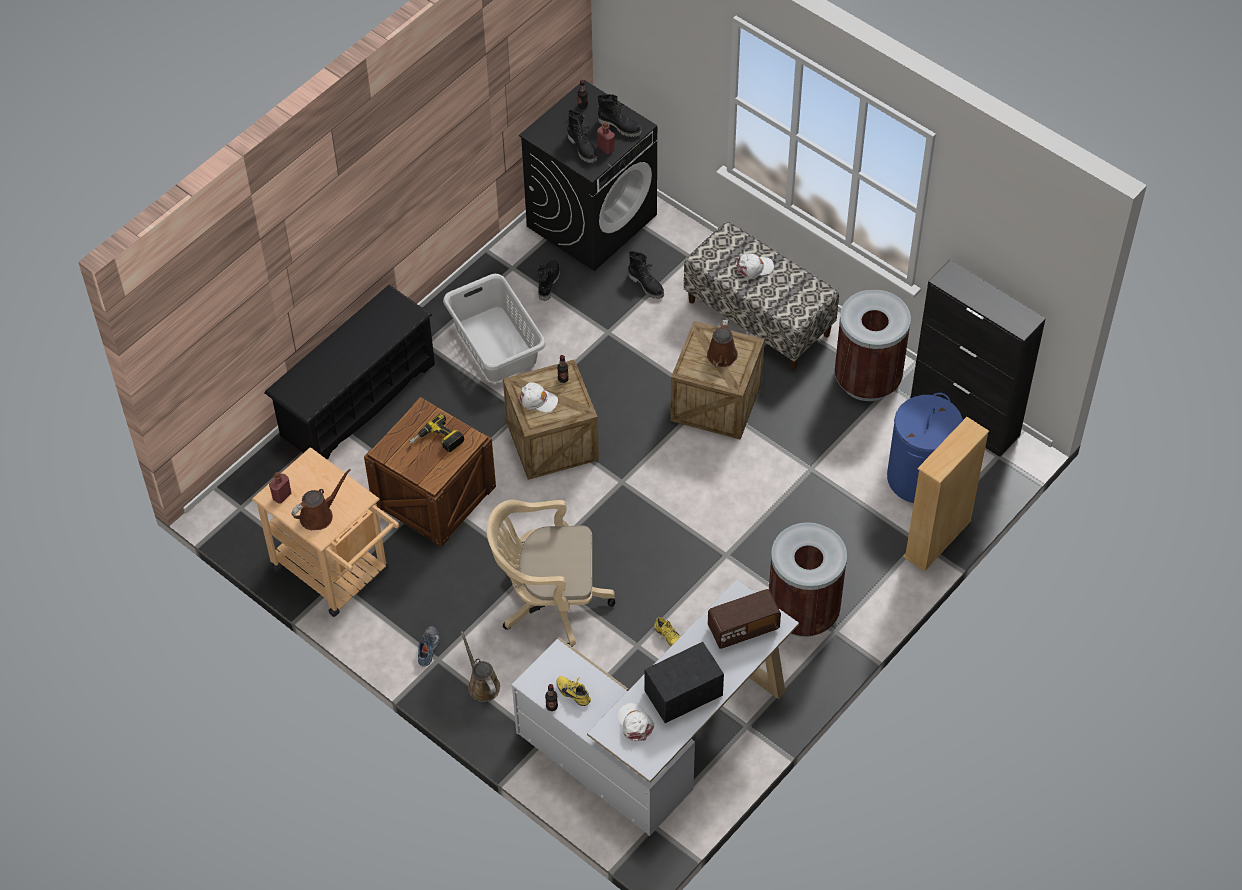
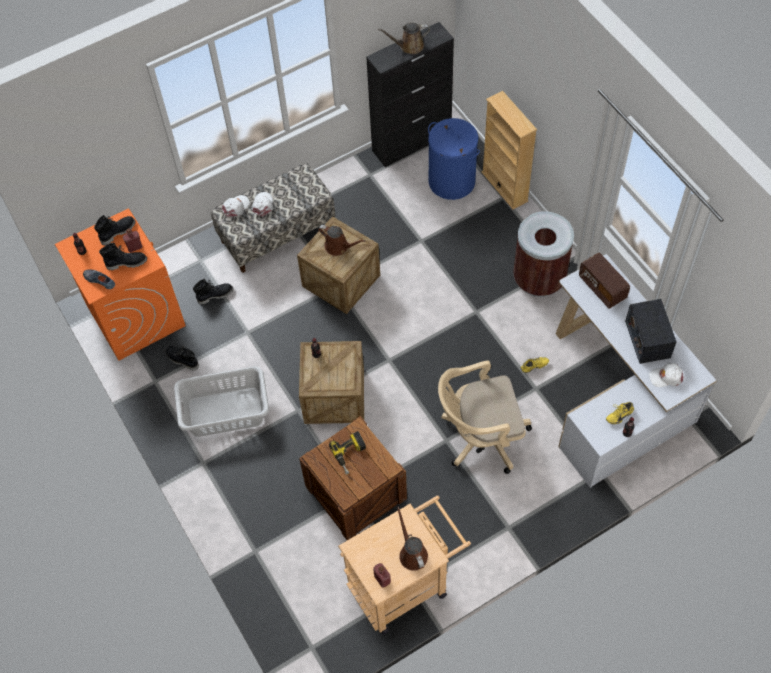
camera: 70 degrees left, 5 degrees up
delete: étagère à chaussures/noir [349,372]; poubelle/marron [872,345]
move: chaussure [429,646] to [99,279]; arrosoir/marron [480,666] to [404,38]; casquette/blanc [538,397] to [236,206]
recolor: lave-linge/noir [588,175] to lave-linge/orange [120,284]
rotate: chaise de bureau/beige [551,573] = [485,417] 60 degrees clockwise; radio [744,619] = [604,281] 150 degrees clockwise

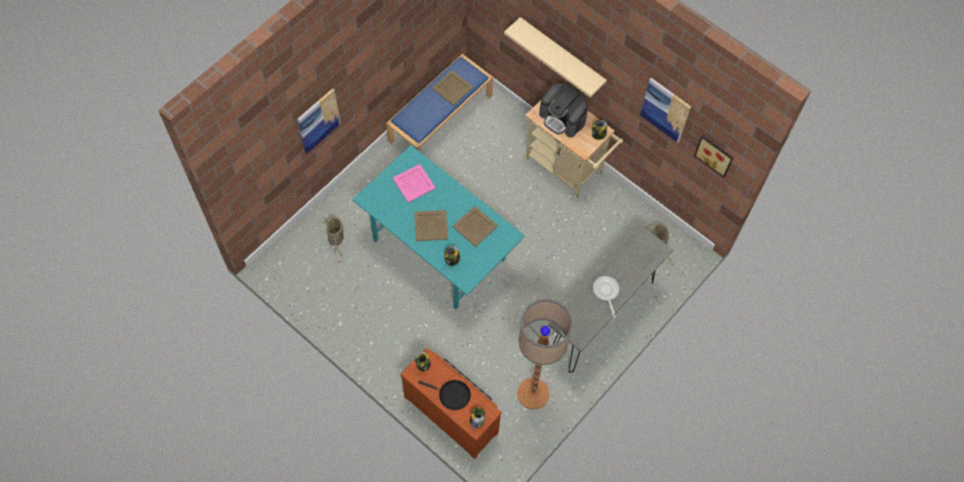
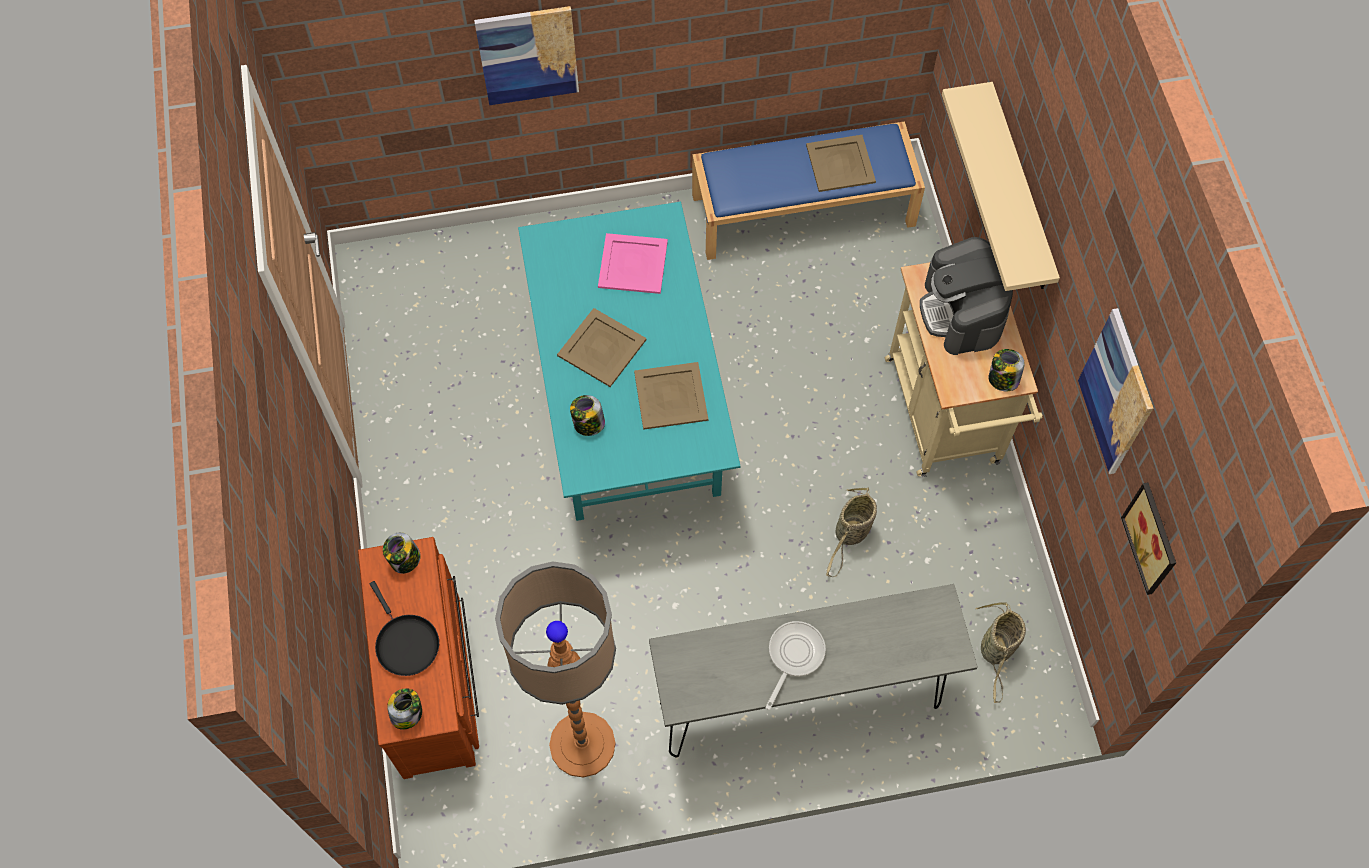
camera: 40 degrees right, 0 degrees up
move: panier [333,238] to [851,532]

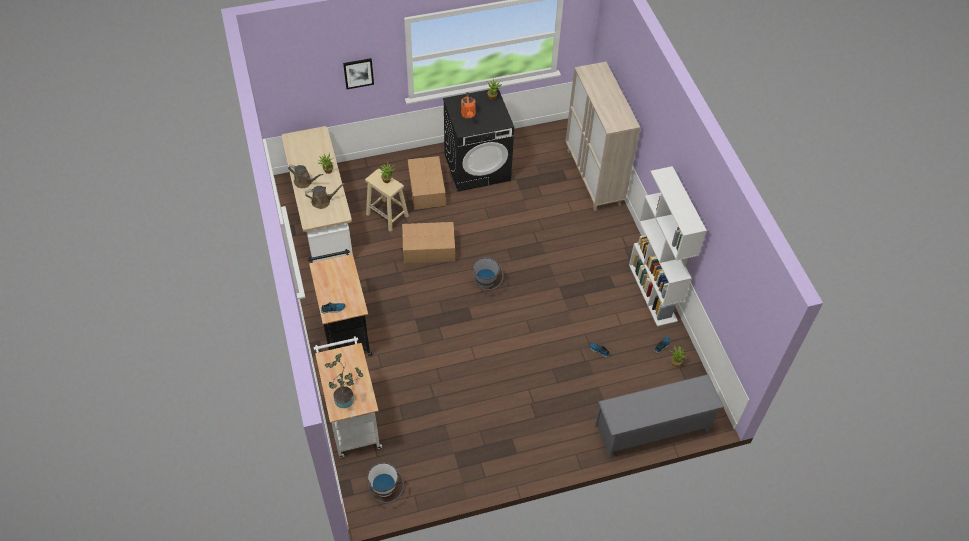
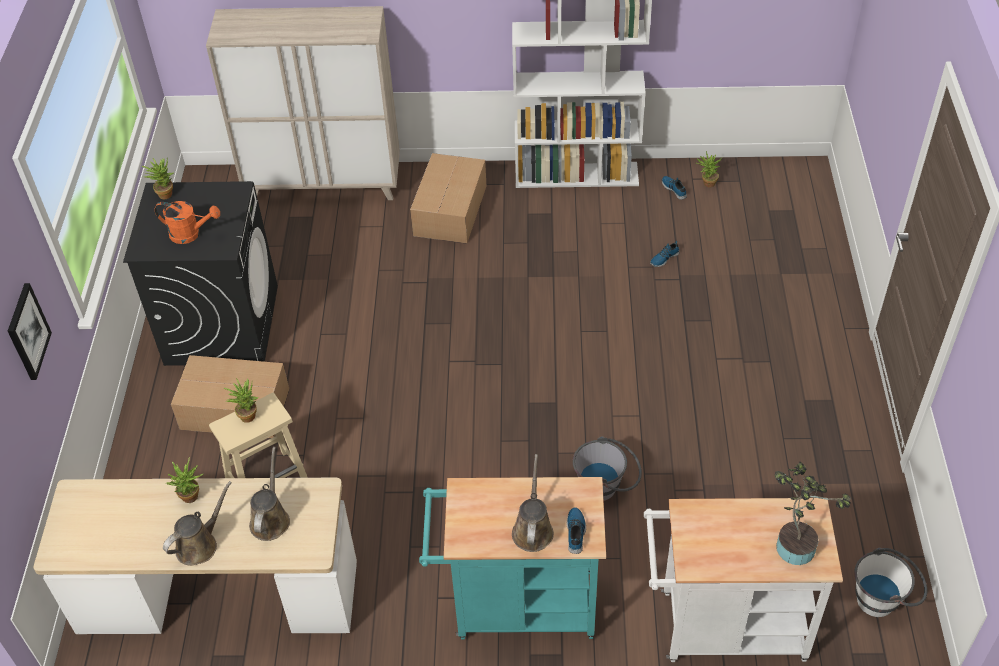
camera: 70 degrees left, 5 degrees down
delete: étagère à chaussures/gris [659,416]
insert: arrosoir/marron [533,503]
move: carton [428,243] to [448,198]; seau/gris [488,273] to [607,468]
recolor: chariot/noir [340,302] to chariot/turquoise [512,558]

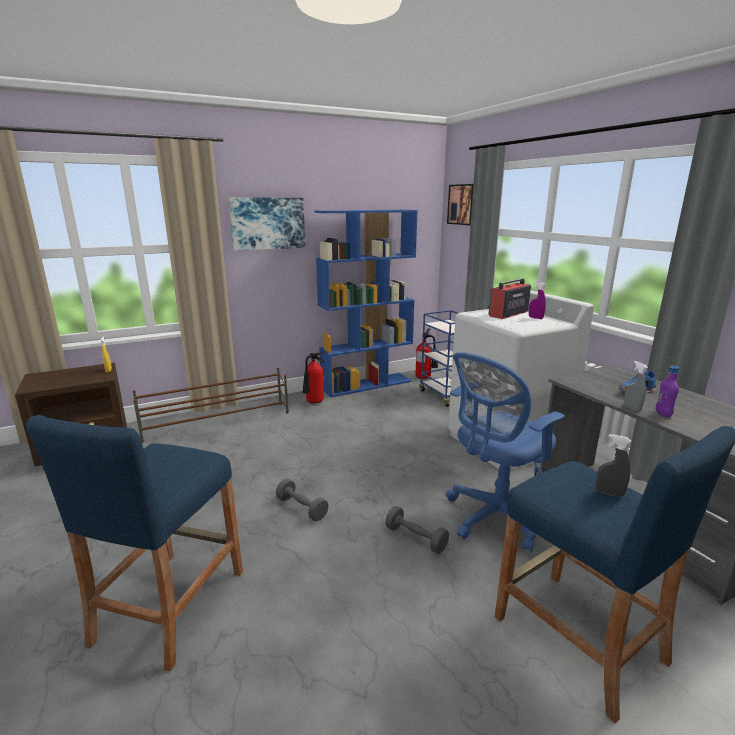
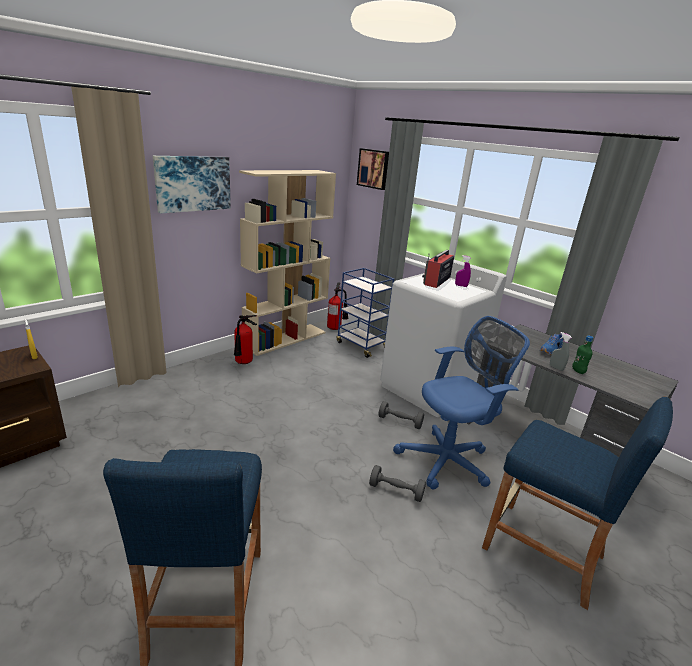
camera: 20 degrees left, 5 degrees up
delete: étagère à chaussures/marron [211,405]; vaporisateur/gris [613,465]
move: haltère/gris [302,500] to [401,415]
recolor: bibliothèque/bleu [366,304] to bibliothèque/beige [287,263]; bouteille/violet [667,392] to bouteille/vert [582,355]
rotate: chaise de bureau/bleu [505,452] = [461,402] 150 degrees counterclockwise

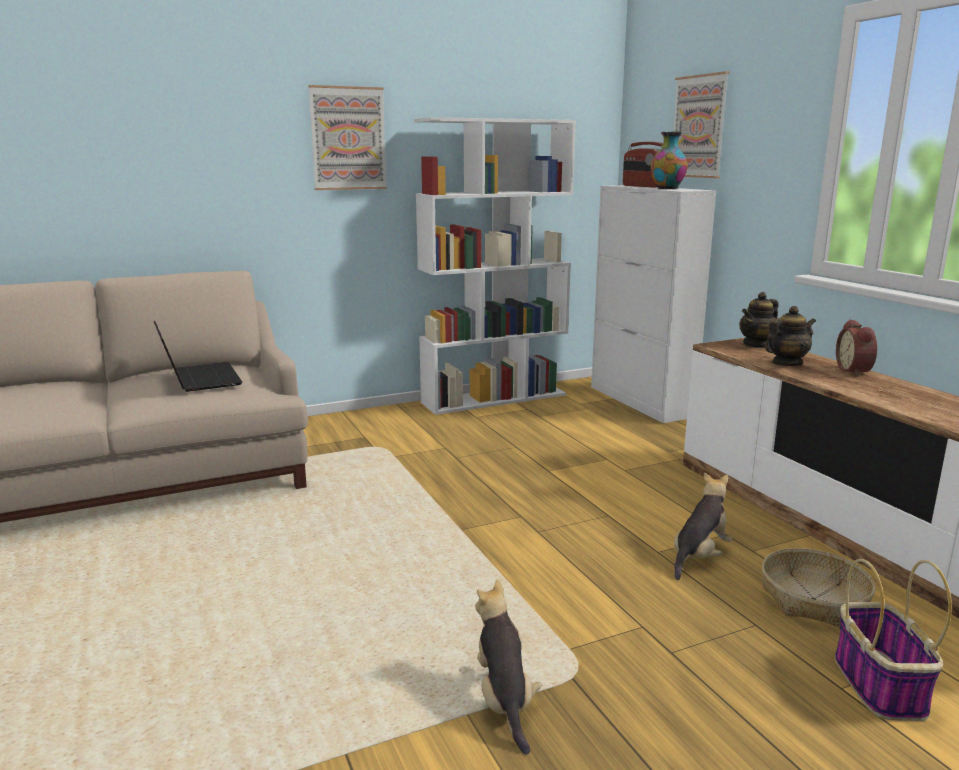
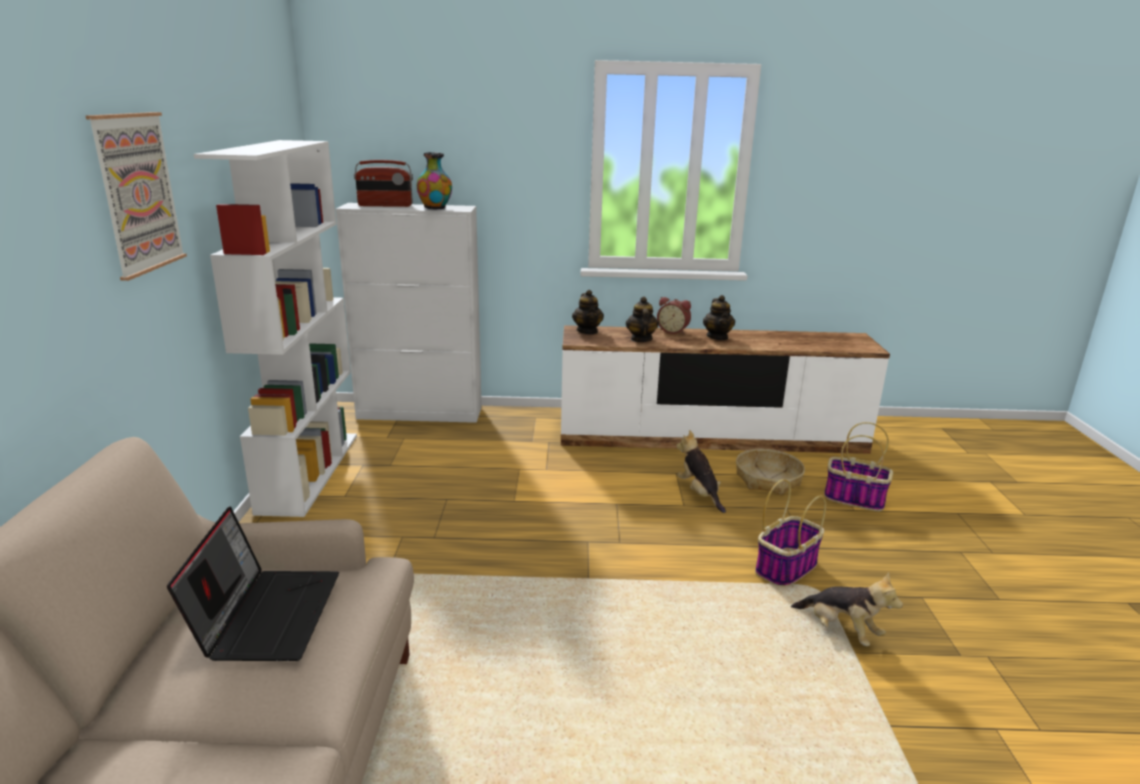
camera: 65 degrees left, 5 degrees up
delete: tableau [701,124]
insert: théière [719,317]; panier [790,533]
rotate: ordinateur portable [197,356] = [253,583] 90 degrees clockwise; peluche [508,667] = [847,609] 150 degrees counterclockwise

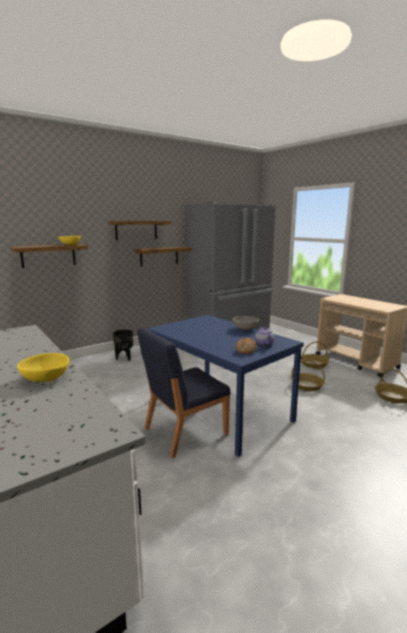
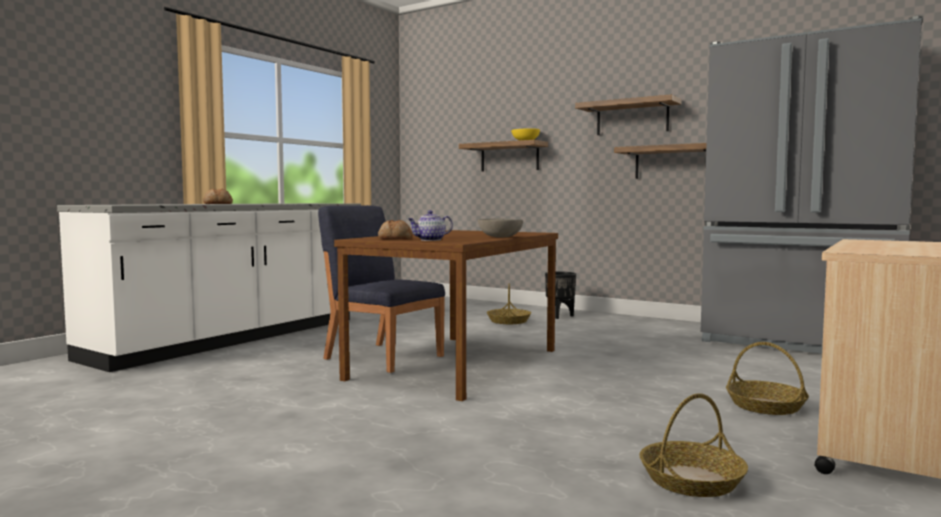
camera: 70 degrees right, 10 degrees down
move: panier [308,375] to [509,303]
replace: bol/jaune [43,367] to pain [218,196]
recolor: table à manger/bleu [225,386] to table à manger/marron [446,315]

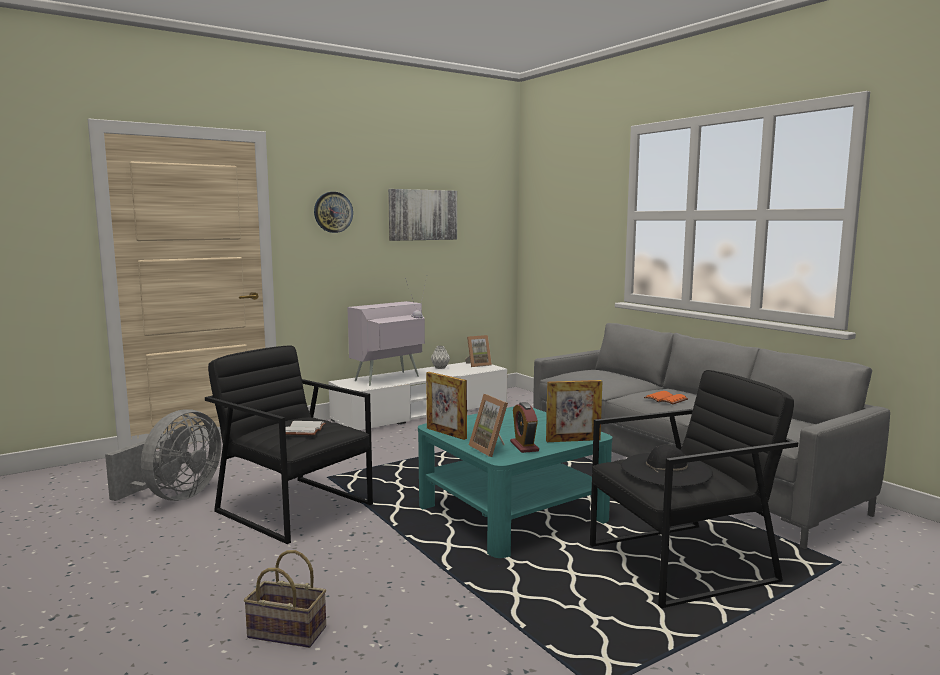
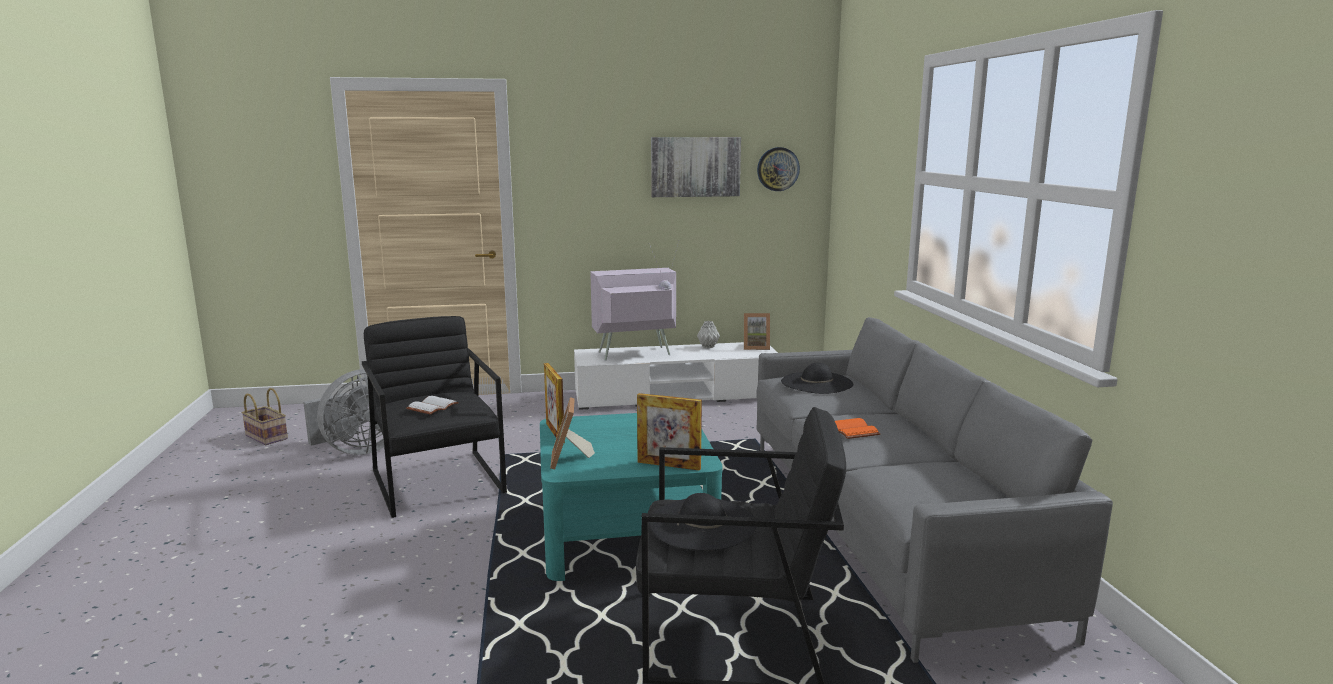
camera: 25 degrees right, 5 degrees up
delete: réveil [524,427]
insert: chapeau/noir [817,378]
move: panier [284,599] to [264,416]; horloge murale [333,212] to [778,169]

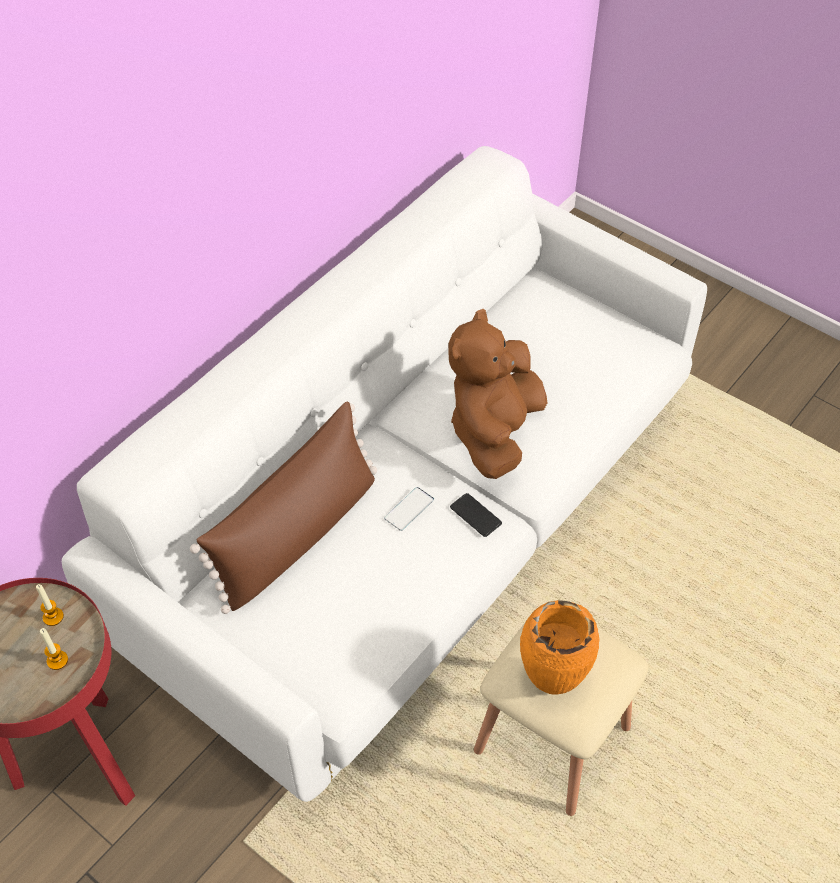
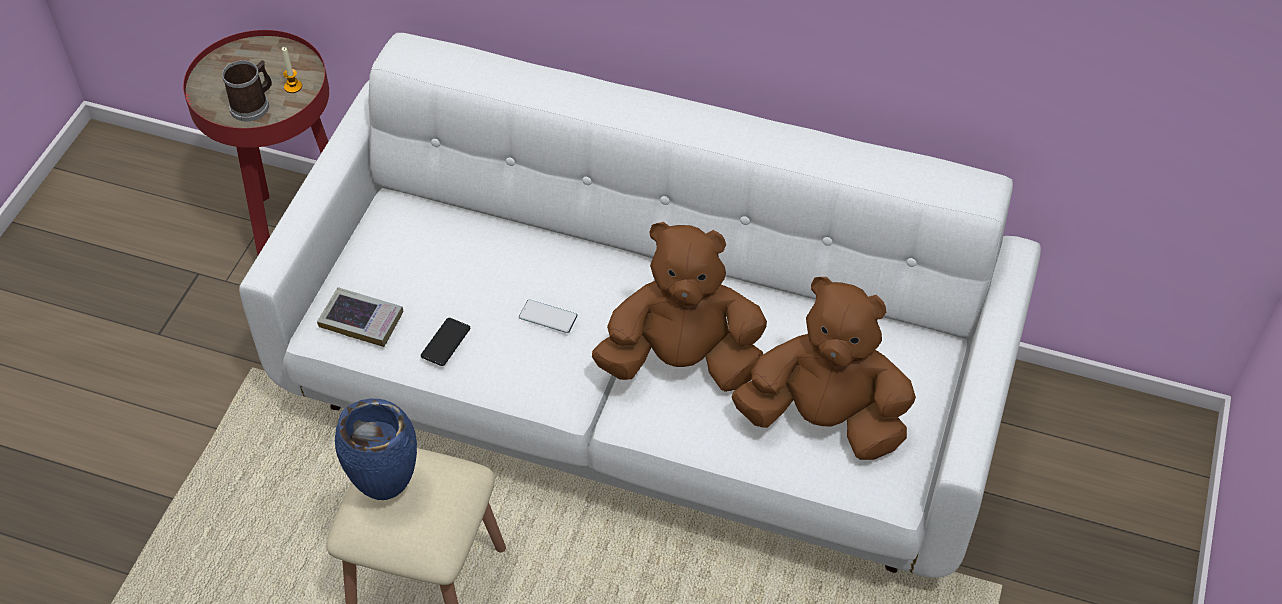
camera: 70 degrees right, 0 degrees up
delete: coussin/marron [283,508]
insert: livre [360,317]; peluche/marron [824,368]
move: téléphone [476,515] to [445,342]
replace: bougie [54,649] to mug [247,90]
recolor: vase/orange [559,647] to vase/bleu [376,449]

